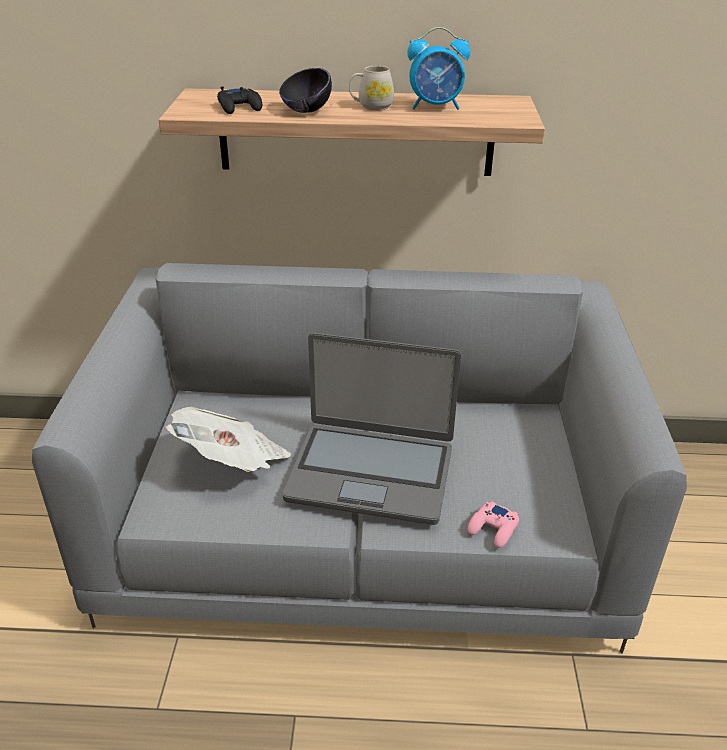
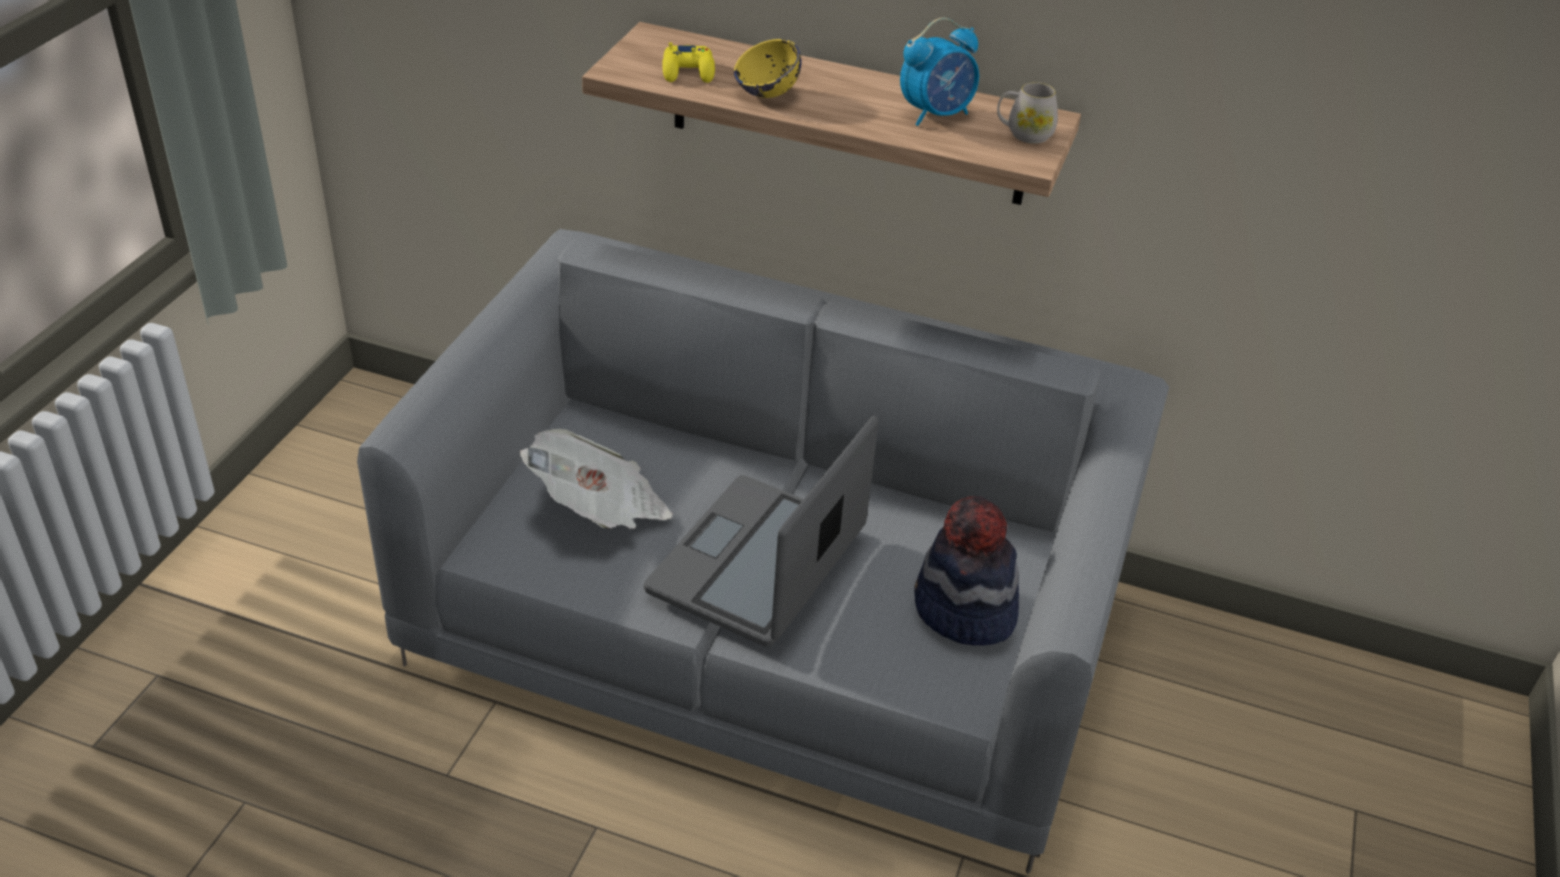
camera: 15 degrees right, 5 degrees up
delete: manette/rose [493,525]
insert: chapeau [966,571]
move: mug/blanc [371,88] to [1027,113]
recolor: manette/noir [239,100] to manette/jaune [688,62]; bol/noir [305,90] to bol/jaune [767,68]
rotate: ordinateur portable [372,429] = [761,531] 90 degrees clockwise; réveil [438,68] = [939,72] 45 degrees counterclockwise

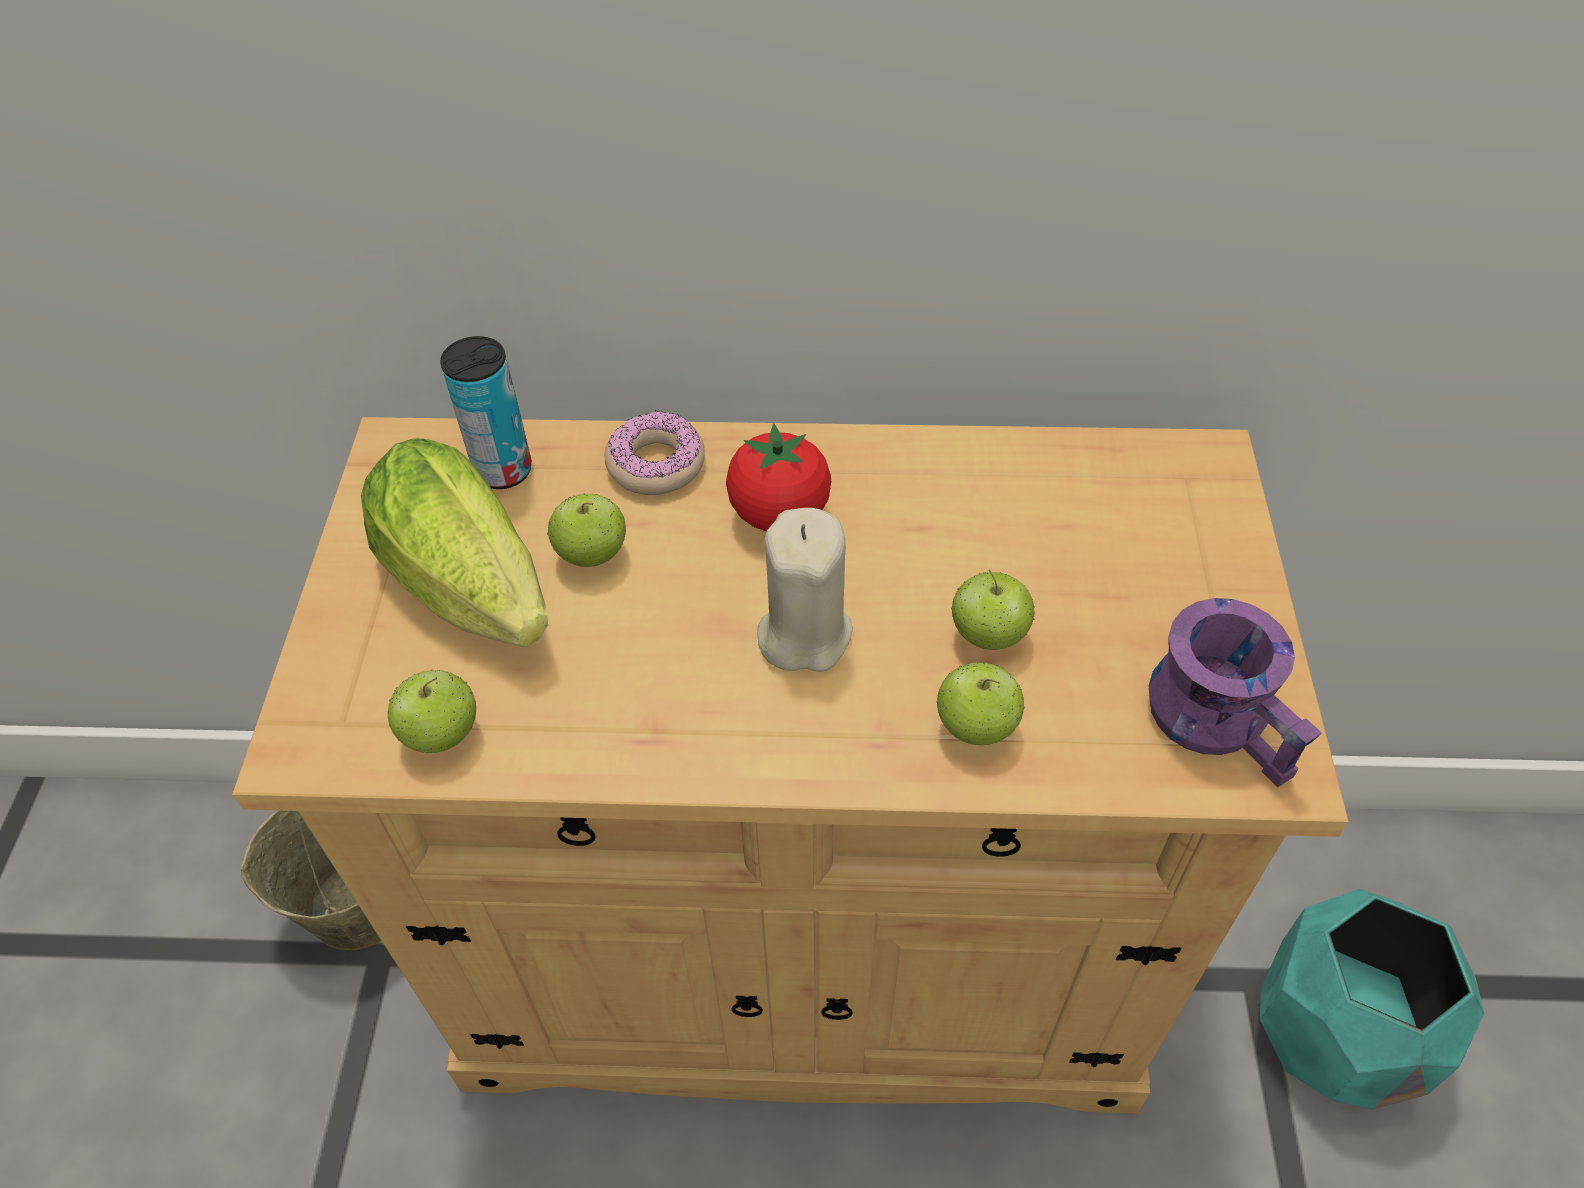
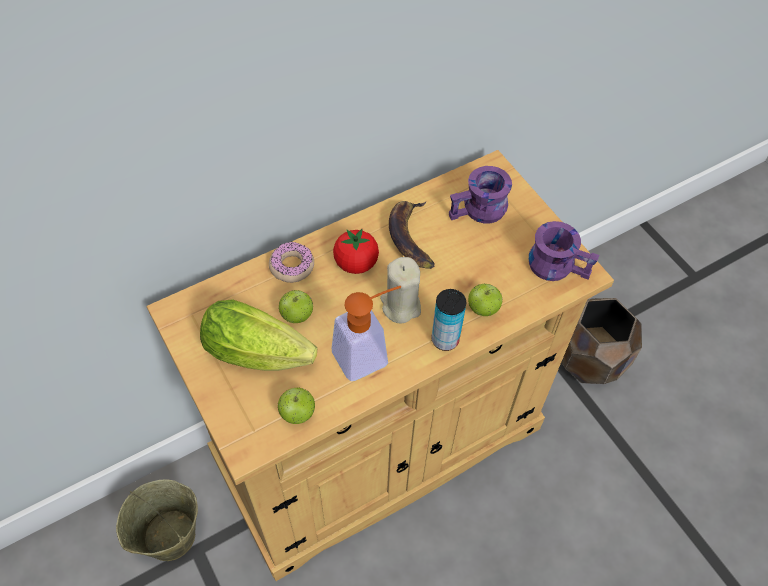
camera: 35 degrees left, 5 degrees up
delete: pomme [993,609]
insert: distributeur de savon [366,333]; banane [412,235]; mug/violet [480,194]
move: boîte métallique [486,412] to [448,320]
recolor: cache-pot/turquoise [1372,999] to cache-pot/marron [601,341]

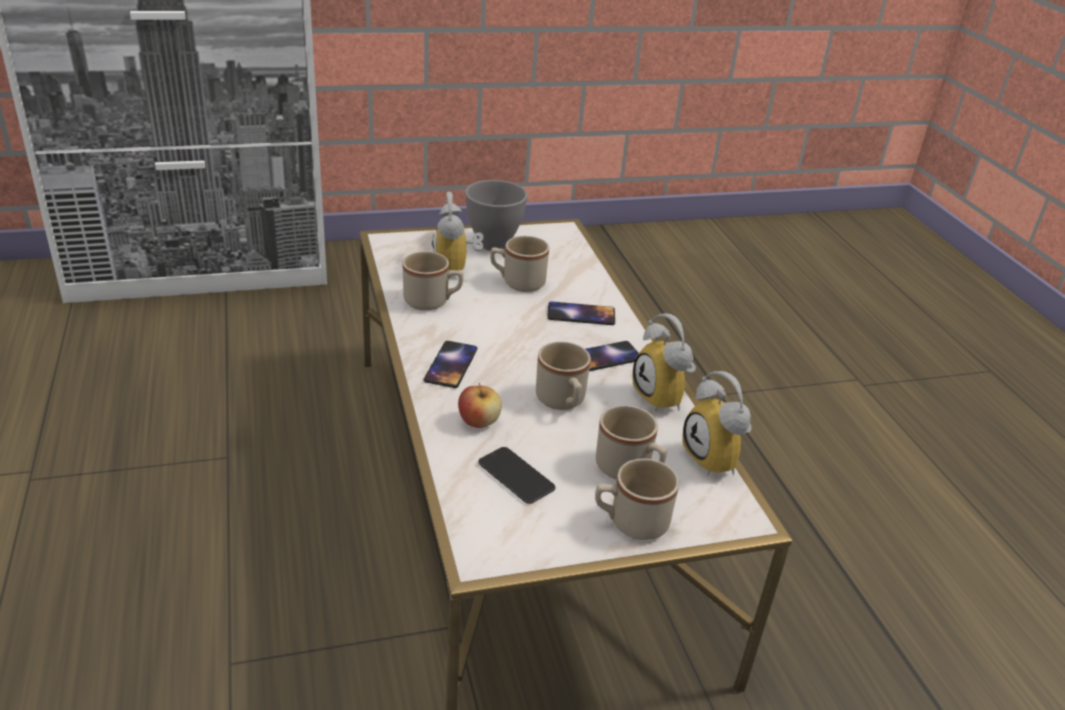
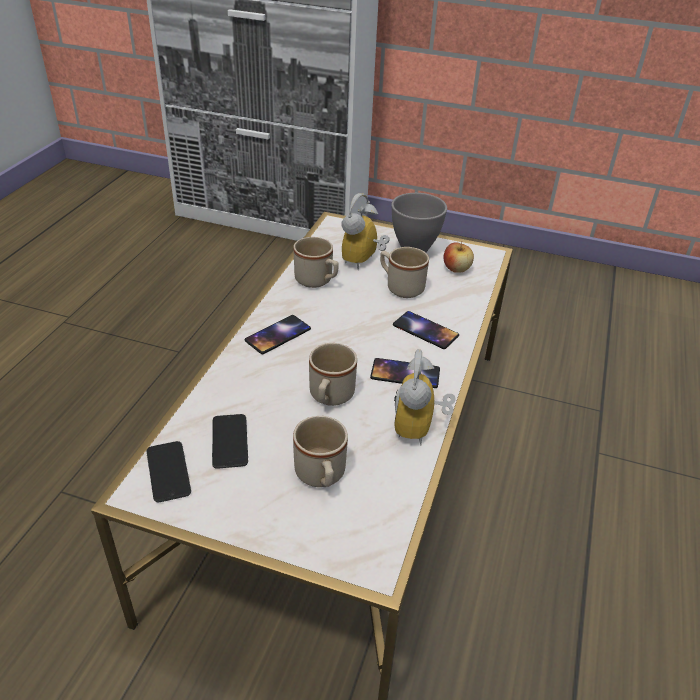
camera: 35 degrees right, 5 degrees up
delete: mug/beige [637,499]; réveil [717,423]
insert: téléphone [169,471]
move: pomme [480,405] to [459,257]

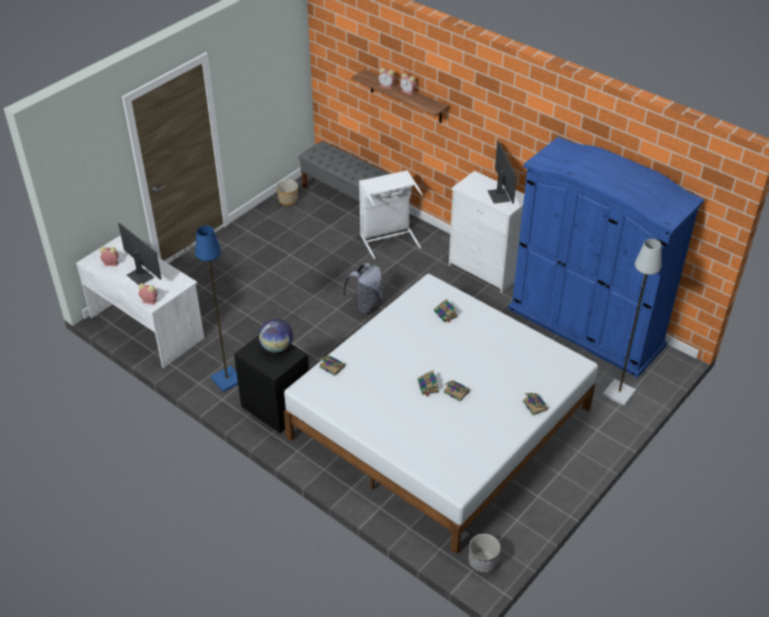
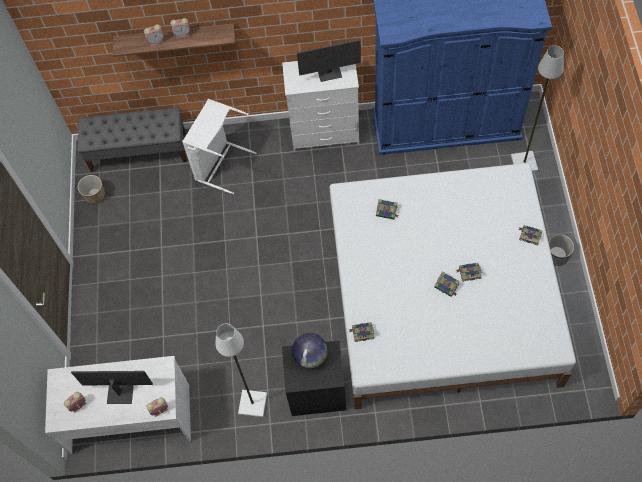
camera: 40 degrees left, 20 degrees up
delete: sac à dos/gris [362,288]
move: cache-pot [485,553] to [561,250]
recolor: lampadaire/bleu [216,309] to lampadaire/blanc [241,370]
rotate: écran d'ordinateur [502,172] = [329,61] 135 degrees clockwise

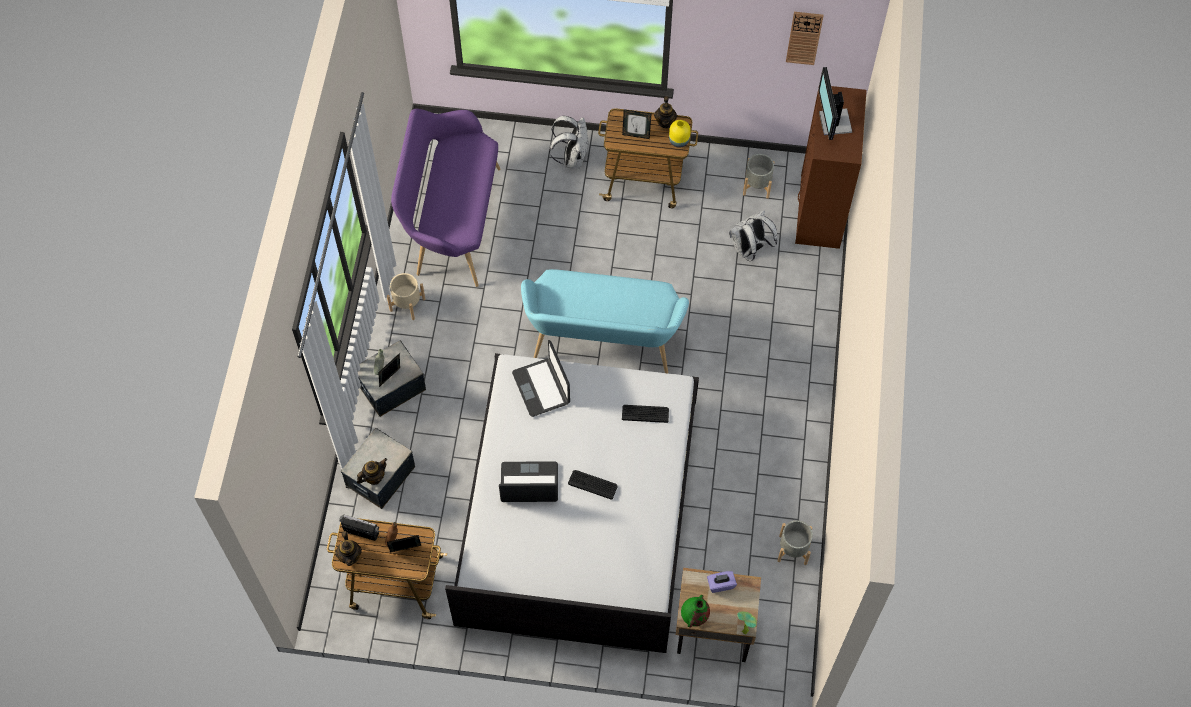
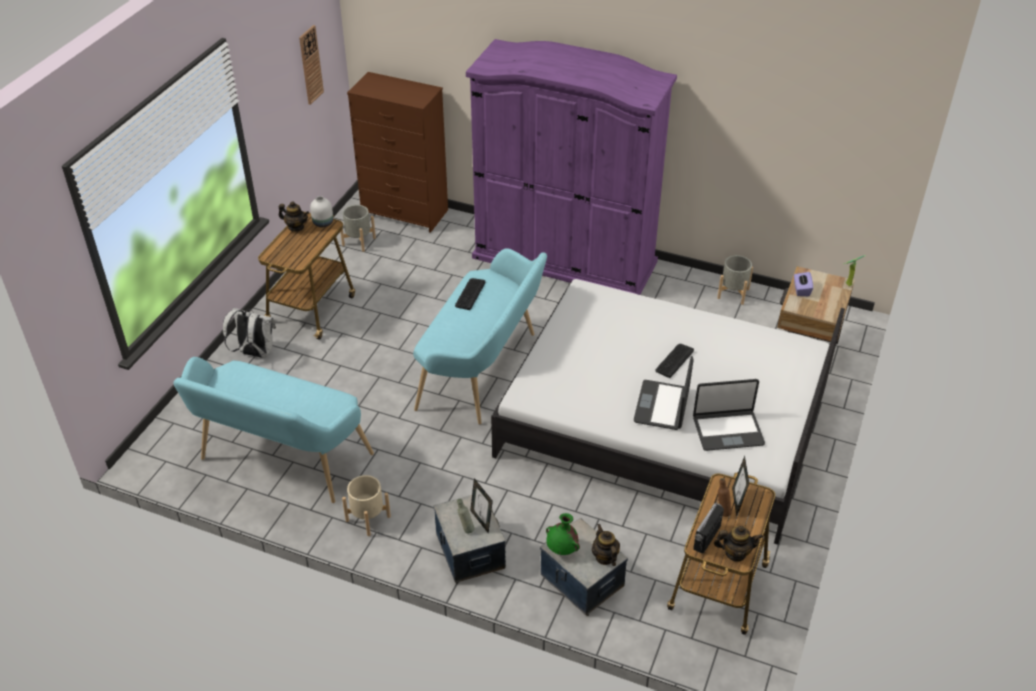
camera: 75 degrees left, 20 degrees down
delete: cadre photo [636,124]; sac à dos/blanc [753,235]; écran d'ordinateur [835,103]
insert: armoire/violet [571,167]
move: ordinateur portable [541,378] to [729,415]; clavier [645,414] to [470,294]; vase/vert [695,611] to [563,534]
recolor: banc/violet [446,198] to banc/turquoise [273,430]; vase/jaune [680,134] to vase/blanc [321,211]

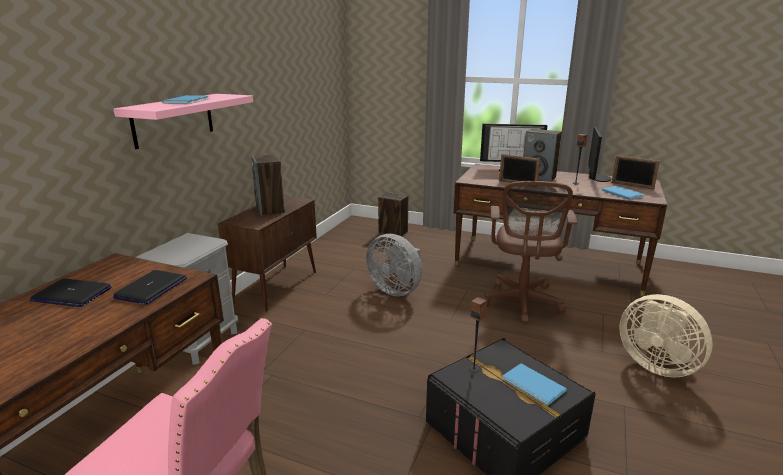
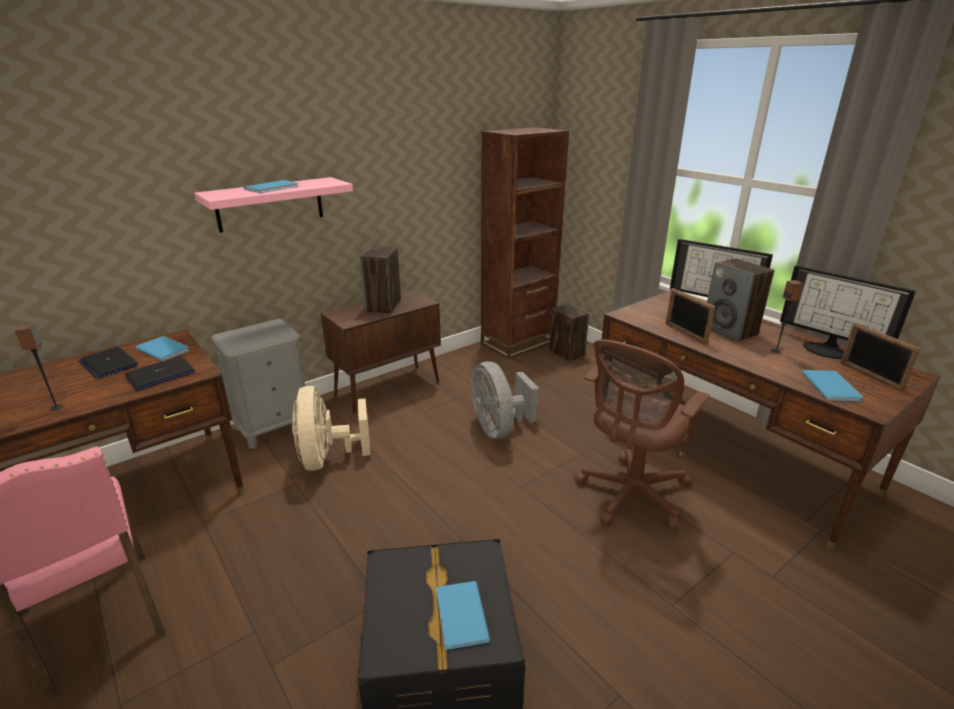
camera: 30 degrees right, 5 degrees up
insert: livre/bleu [162,348]; bibliothèque/marron [525,243]
move: enceinte [478,334] to [39,367]; ventilateur/beige [666,335] to [331,428]
rotate: écran d'ordinateur [600,154] = [848,312] 90 degrees clockwise

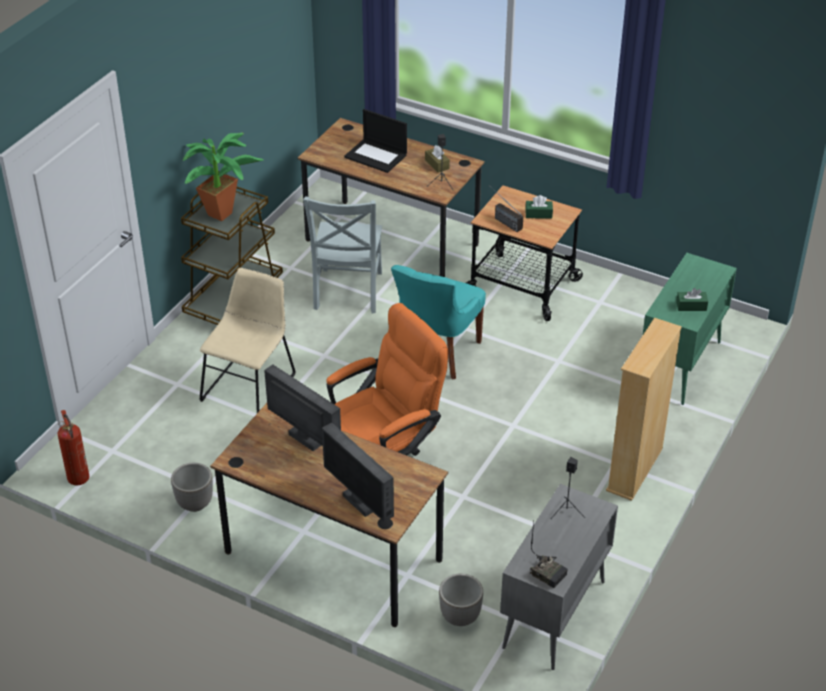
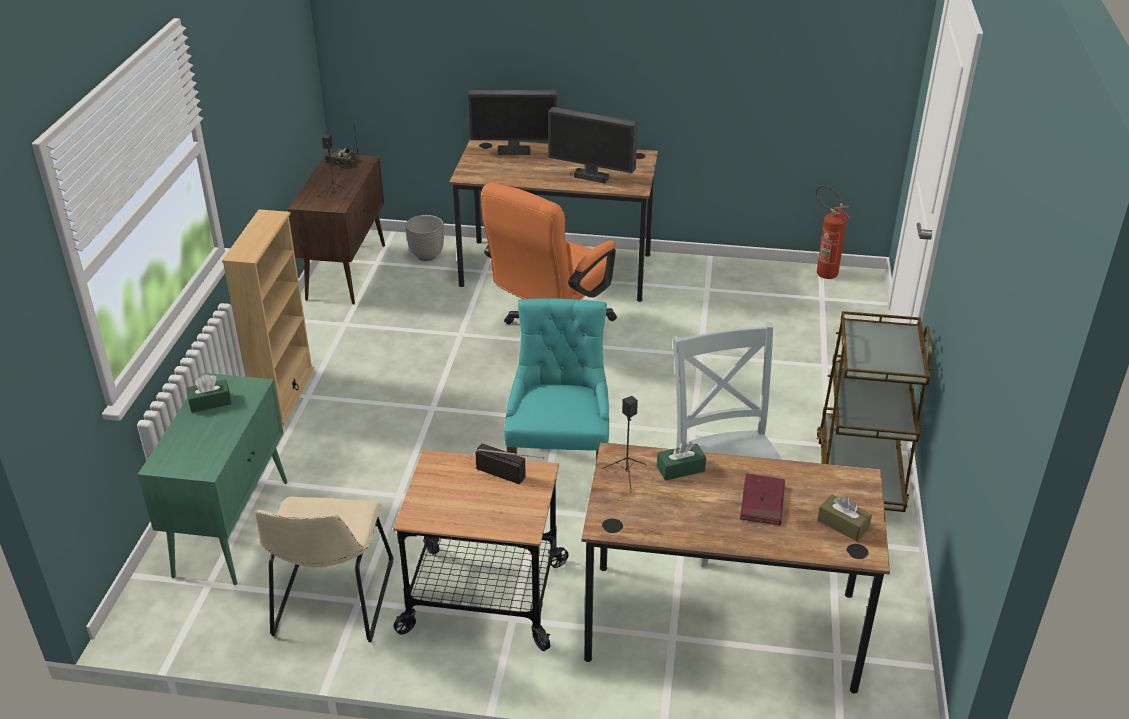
camera: 160 degrees right, 5 degrees down
delete: cache-pot [192,487]; plante en pot [223,177]
move: chaise/beige [248,340] to [324,569]; boîte à mouchoirs/marron [437,159] to [844,517]; boîte à mouchoirs/vert [539,207] to [681,461]
replace: ordinateur portable [375,141] to livre/rouge [762,499]
recolor: meuble de rangement/gris [559,577] to meuble de rangement/marron [336,229]
rotate: écran d'ordinateur [358,472] = [512,122] 150 degrees clockwise

